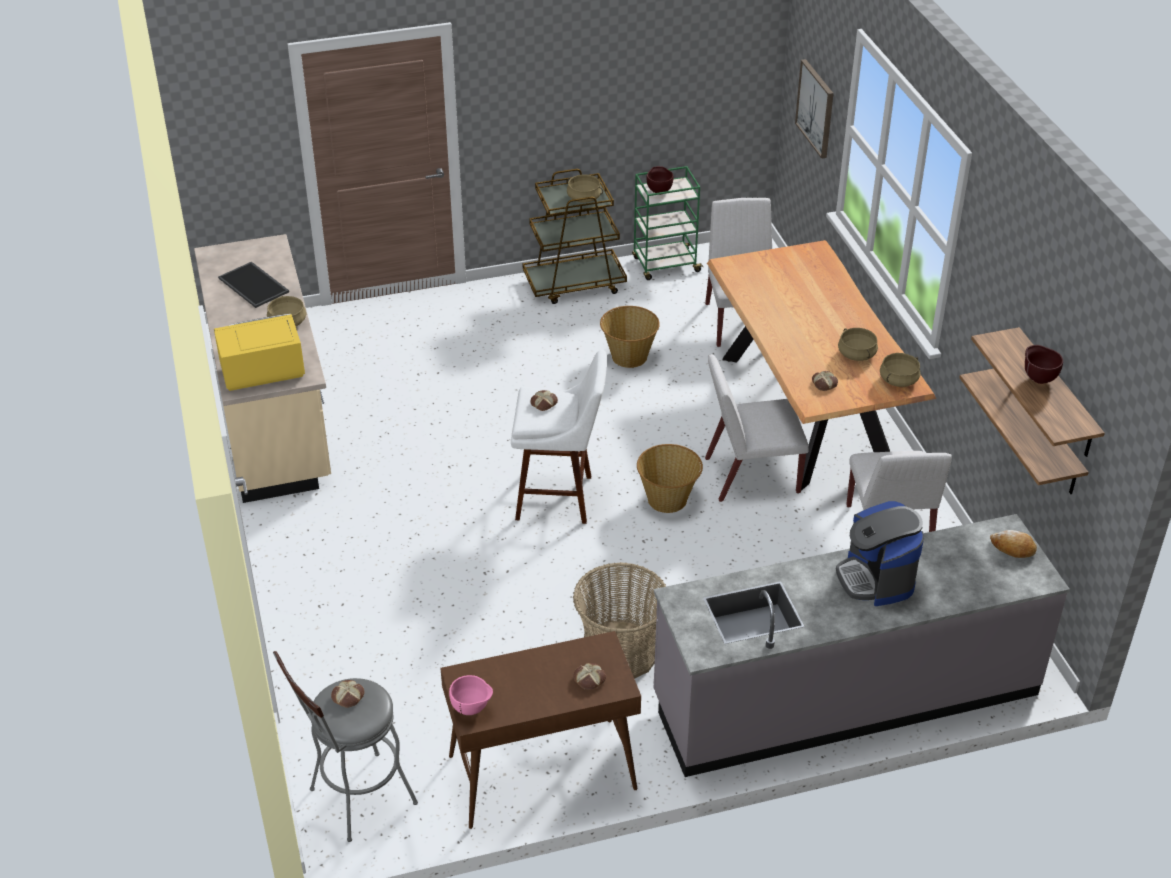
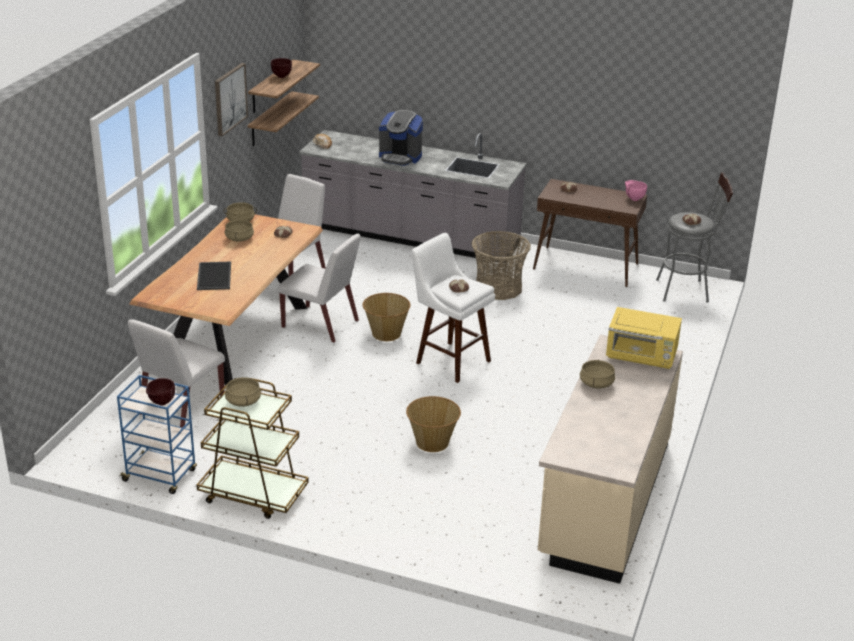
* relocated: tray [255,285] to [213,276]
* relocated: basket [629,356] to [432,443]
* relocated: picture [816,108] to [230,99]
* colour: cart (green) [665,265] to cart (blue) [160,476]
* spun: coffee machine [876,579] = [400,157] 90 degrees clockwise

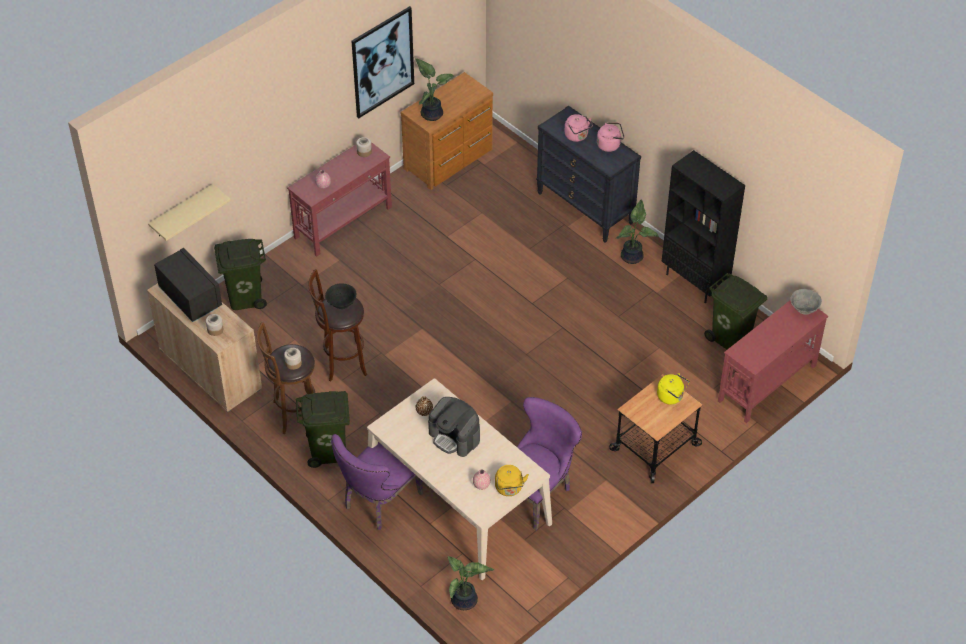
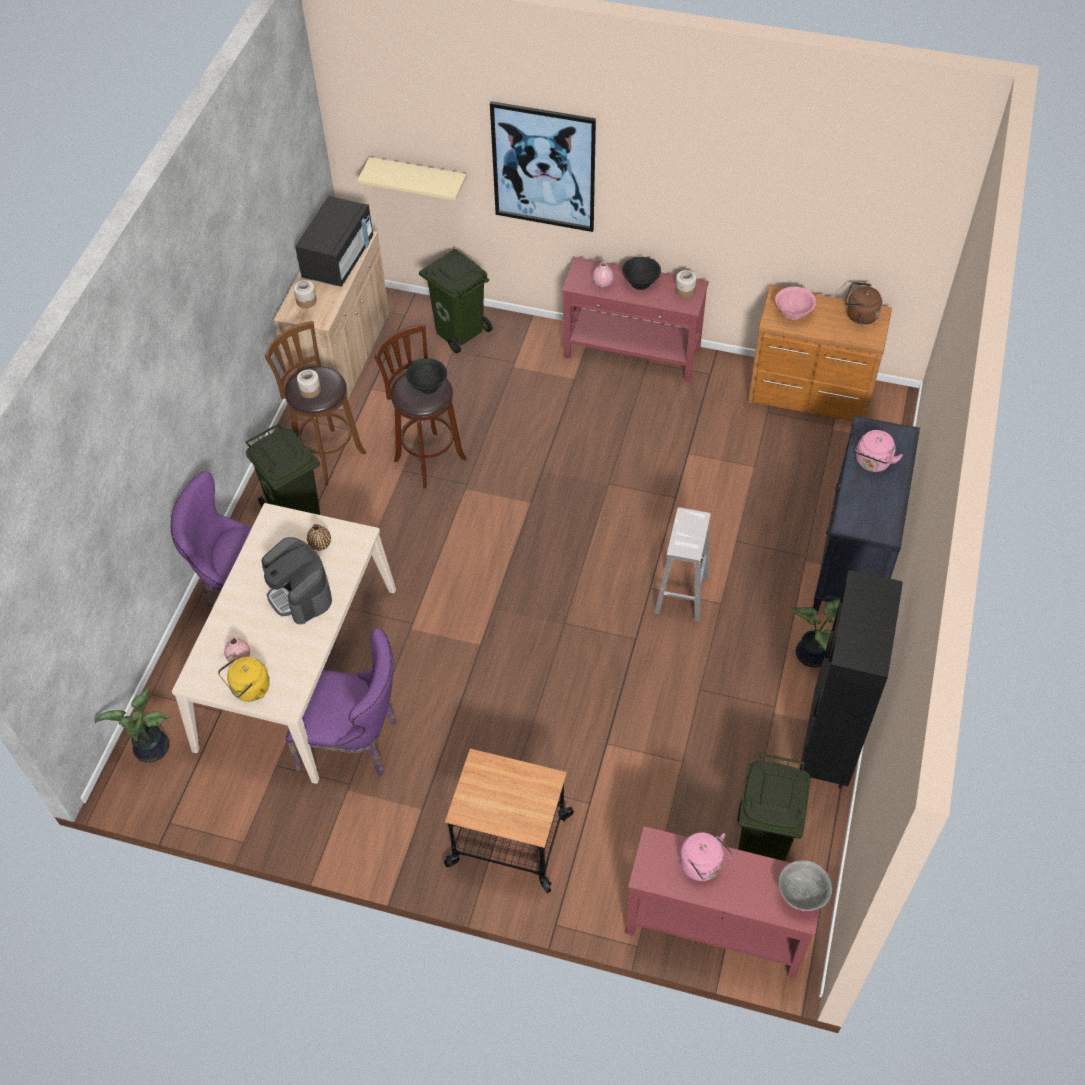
* missing: kettle (yellow) [671,397]
* appeared: bowl (black) [640,282]
* appeared: stool (white) [681,593]
* appeared: kettle (brown) [859,315]
* relocated: picture [382,62] to [544,167]
* relocated: kettle (pink) [610,145] to [703,865]
* exchanged: potted plant [432,113] to bowl (pink) [793,313]
* spun: coffee machine [455,436] = [299,593] 45 degrees counterclockwise

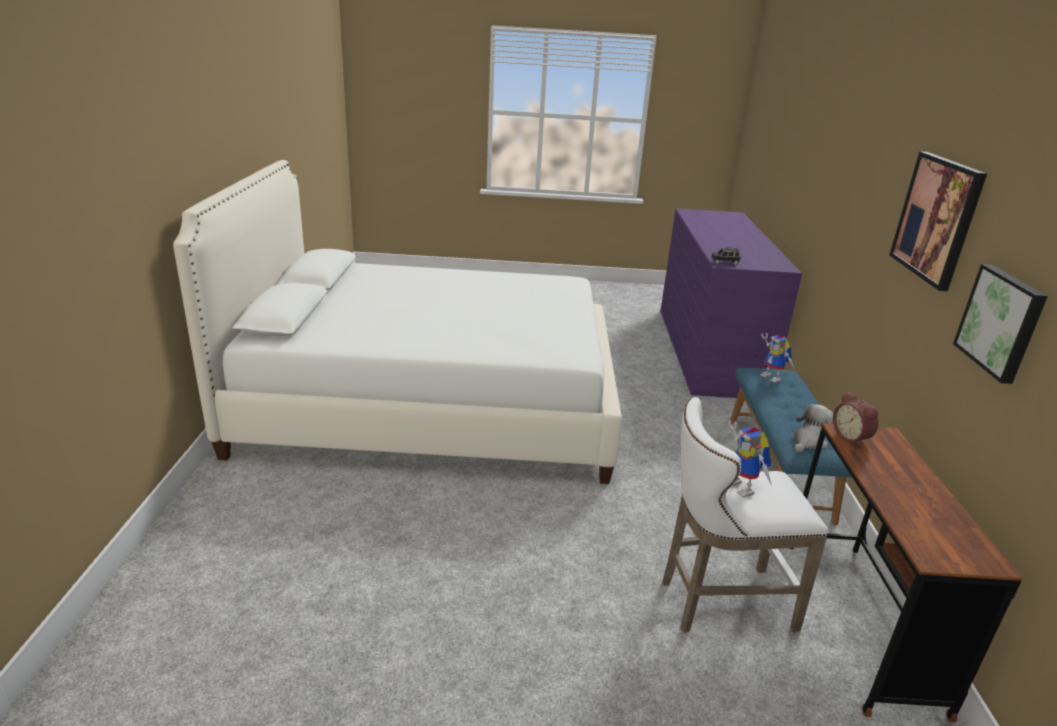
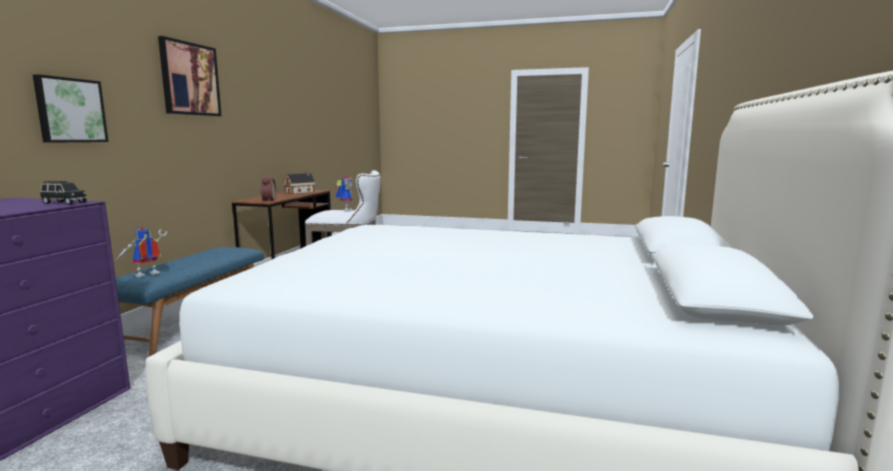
* missing: plush toy [808,441]
* appeared: toy house [301,192]
* relocated: picture [1002,322] to [70,110]
* spun: toy robot [774,378] = [146,275] 120 degrees counterclockwise

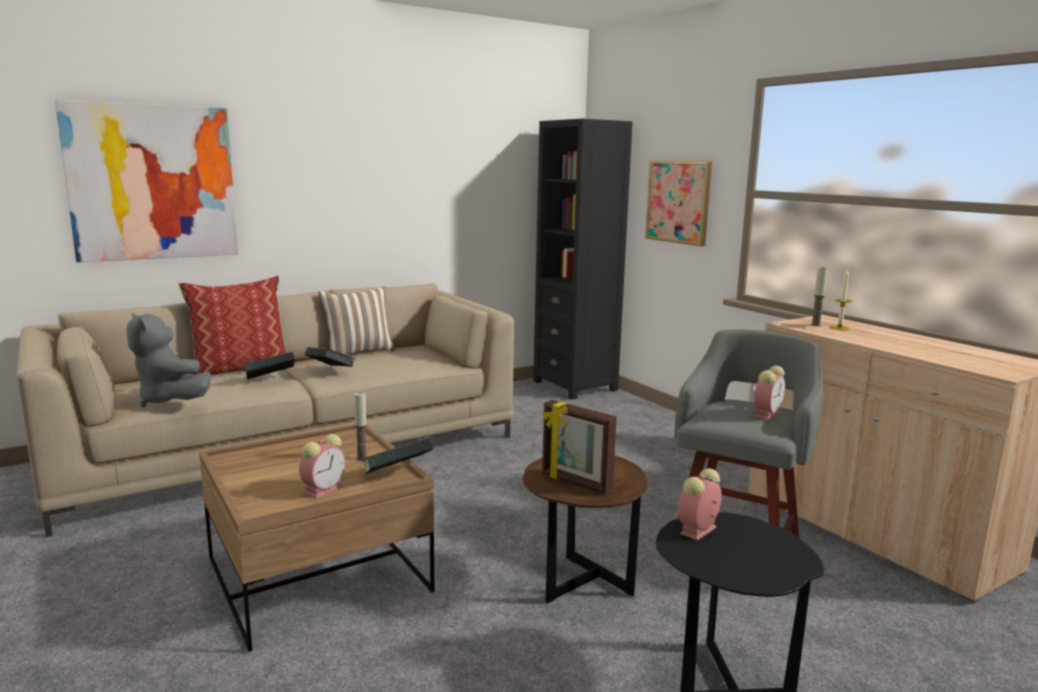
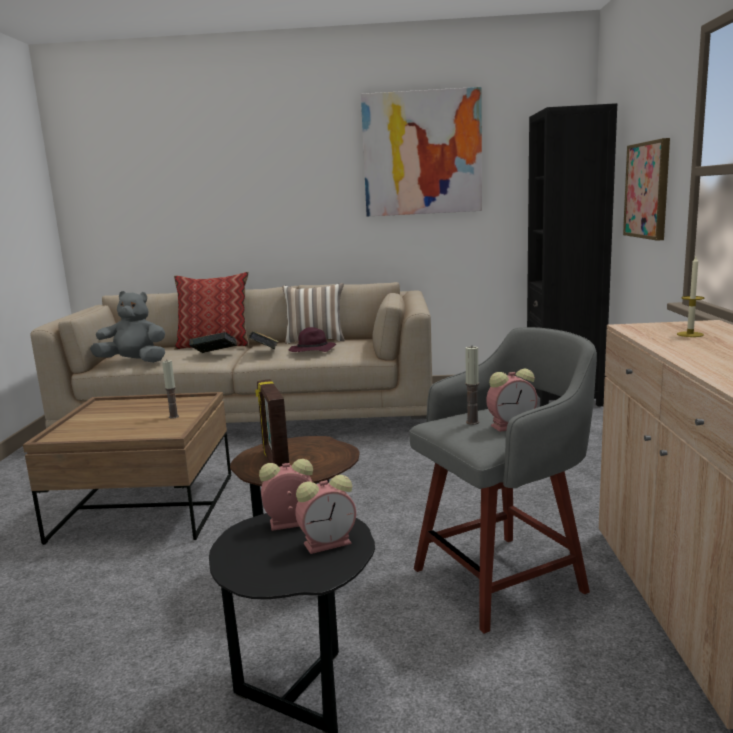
* missing: book [397,475]
* appeared: hat (purple) [312,351]
* relocated: picture [153,182] to [422,153]
* relocated: alarm clock [324,489] to [329,543]
* relocated: candle [815,325] to [472,422]
* spun: plush toy (grey) [170,400] = [134,362] 105 degrees clockwise

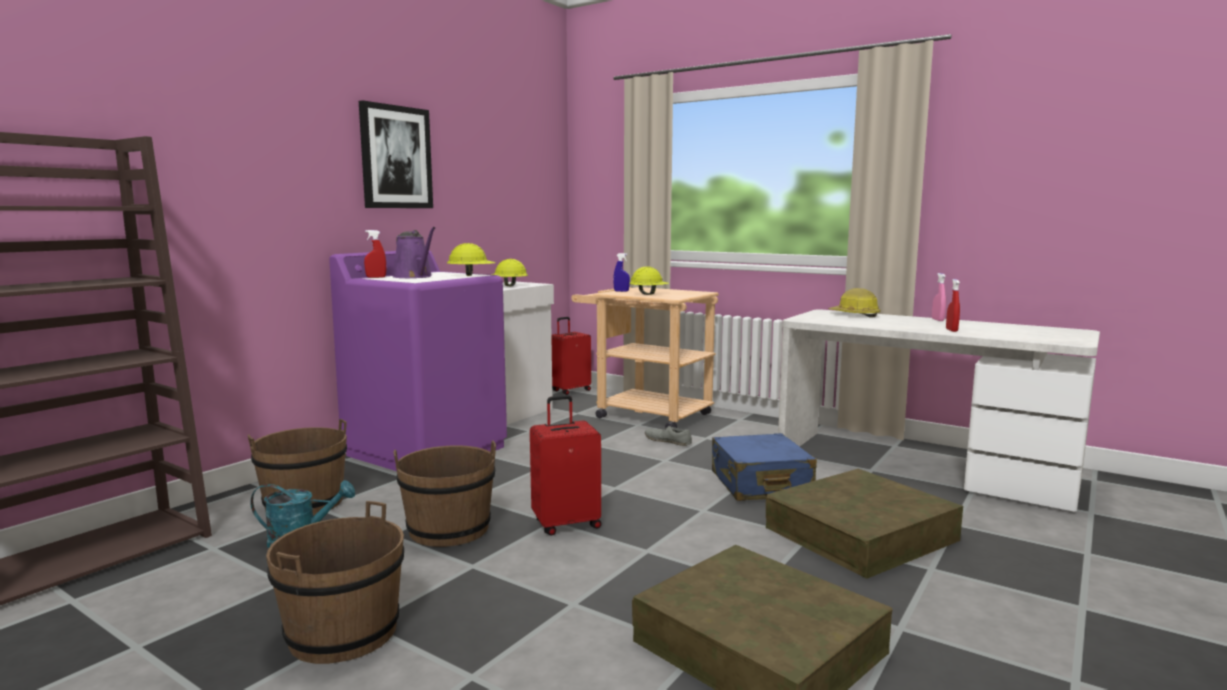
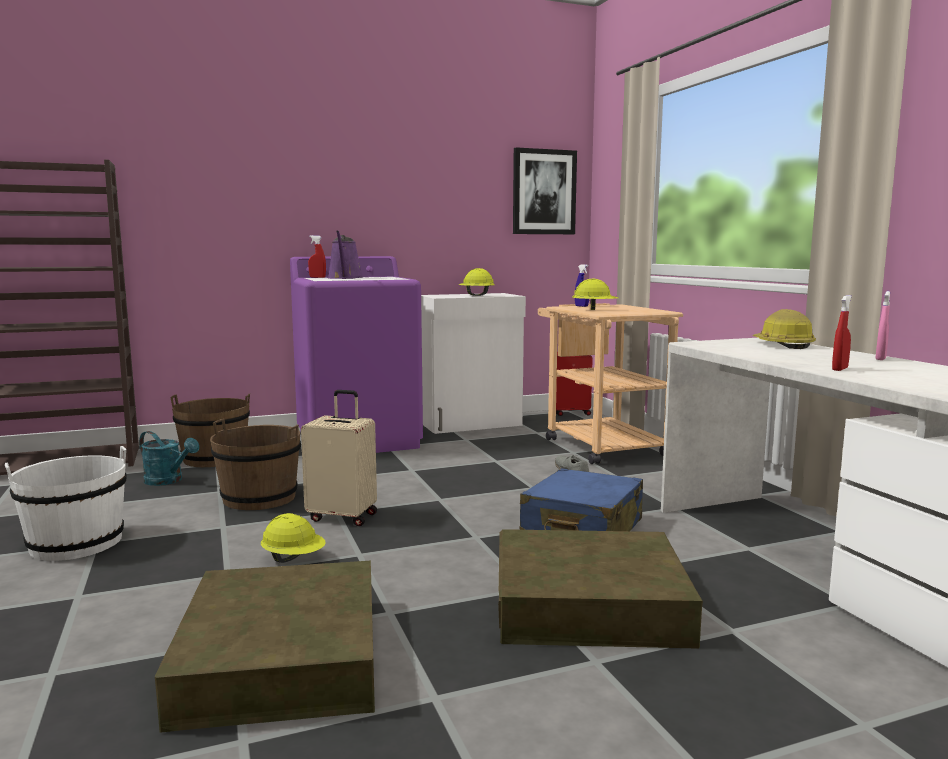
* relocated: picture [396,157] to [544,192]
* relocated: hard hat (yellow) [472,275] to [294,559]
* colour: bucket (brown) [342,632] to bucket (white) [76,543]
* colour: suitcase (red) [566,524] to suitcase (beige) [343,516]

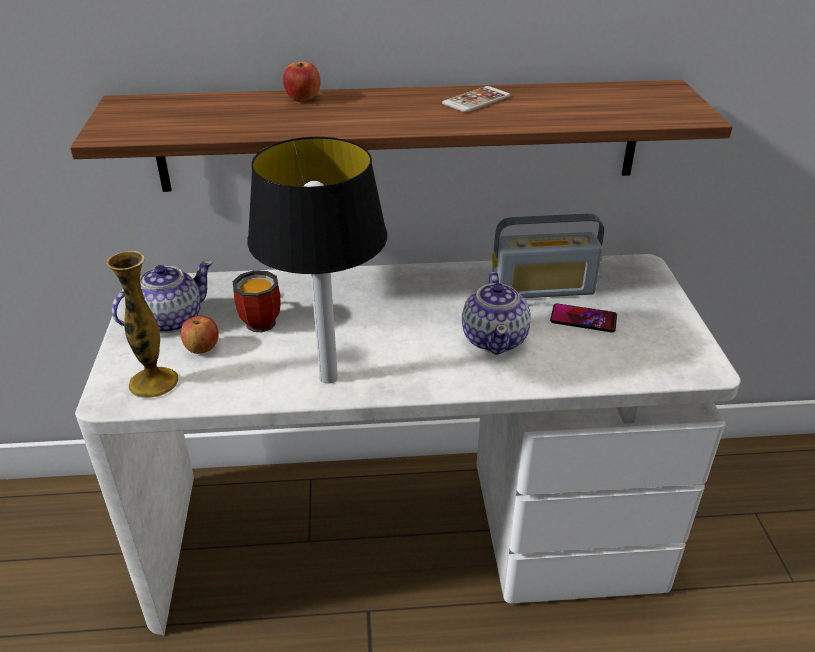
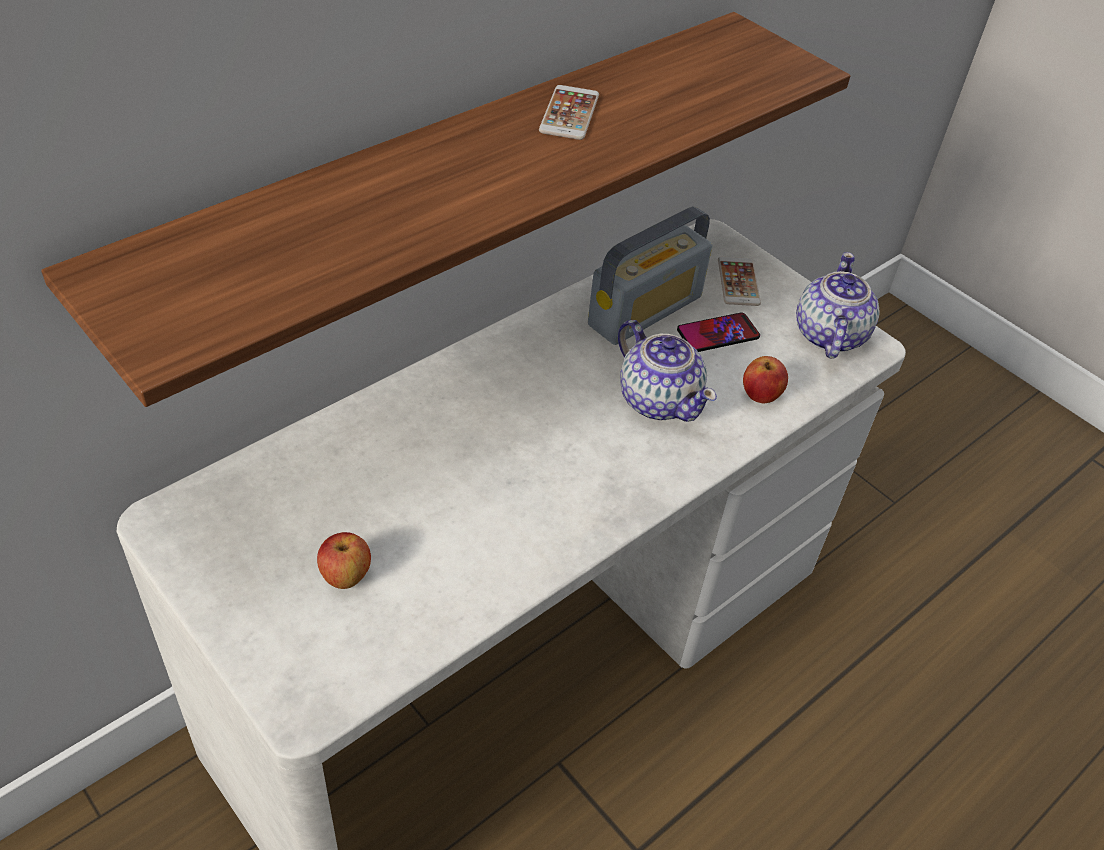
* missing: vase [154,382]
* missing: mug [260,319]
* missing: table lamp [329,378]
* appeared: phone [738,282]
* relocated: teapot [170,320] to [828,335]
* relocated: apple [303,99] to [761,395]

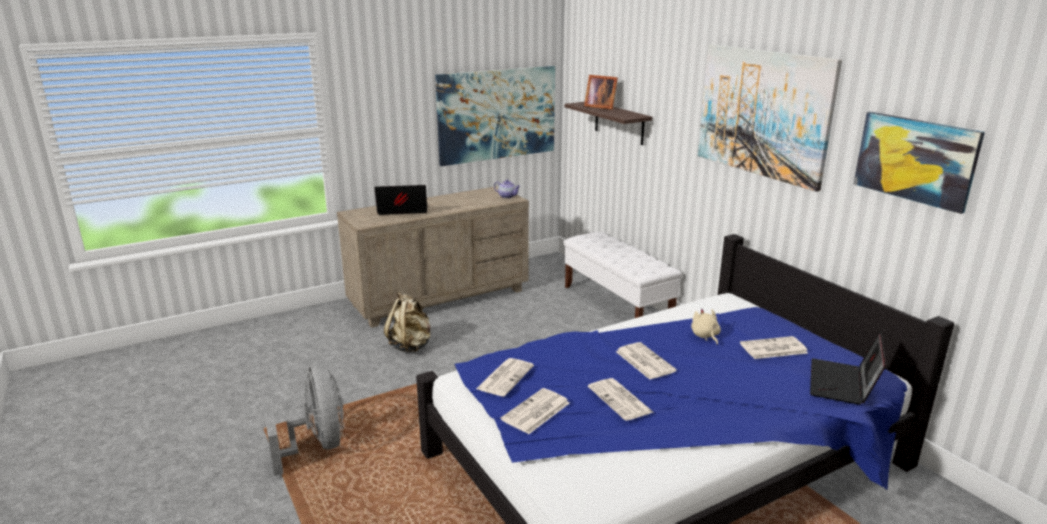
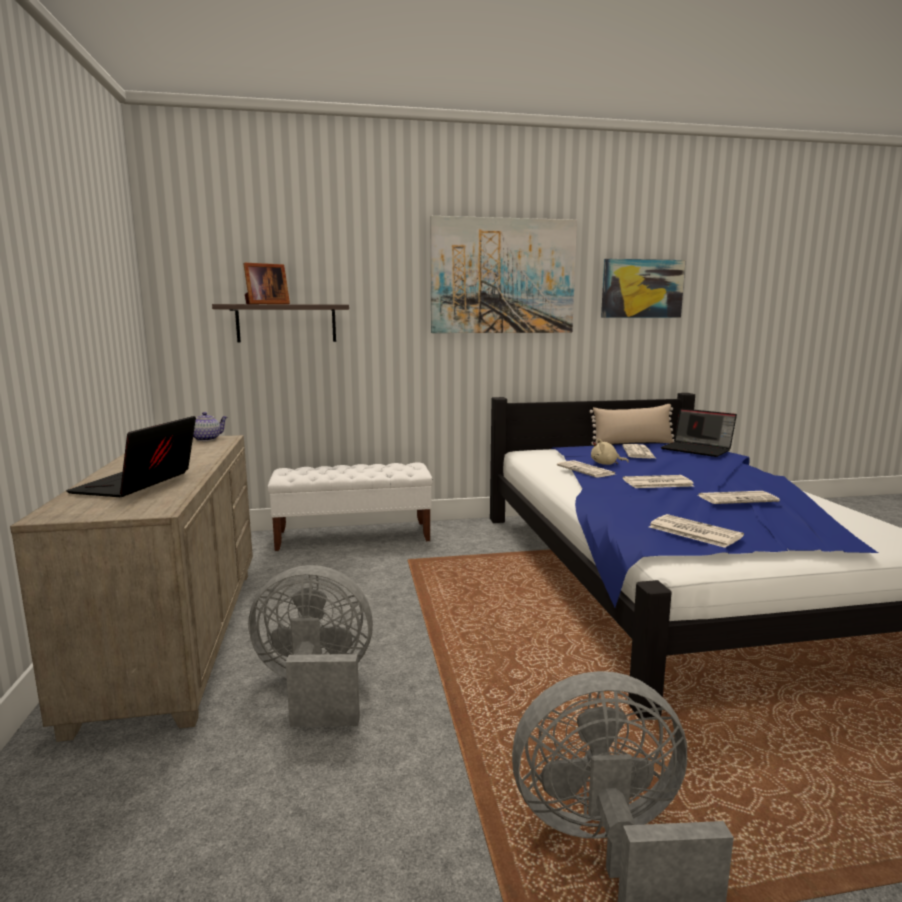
* missing: picture [497,114]
* appeared: pillow (beige) [632,443]
* relocated: newspaper [535,412] to [586,470]
* exchanged: backpack (beige) [411,346] to fan (grey) [315,689]

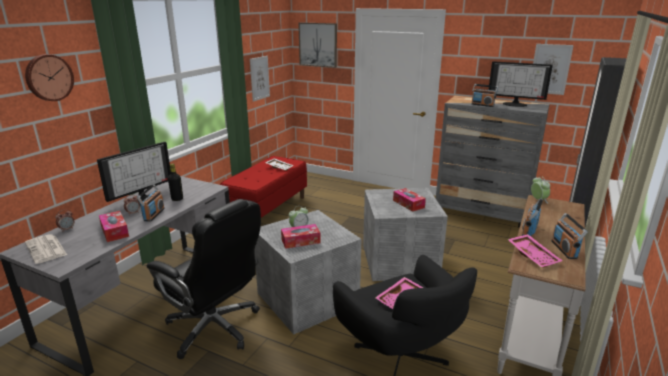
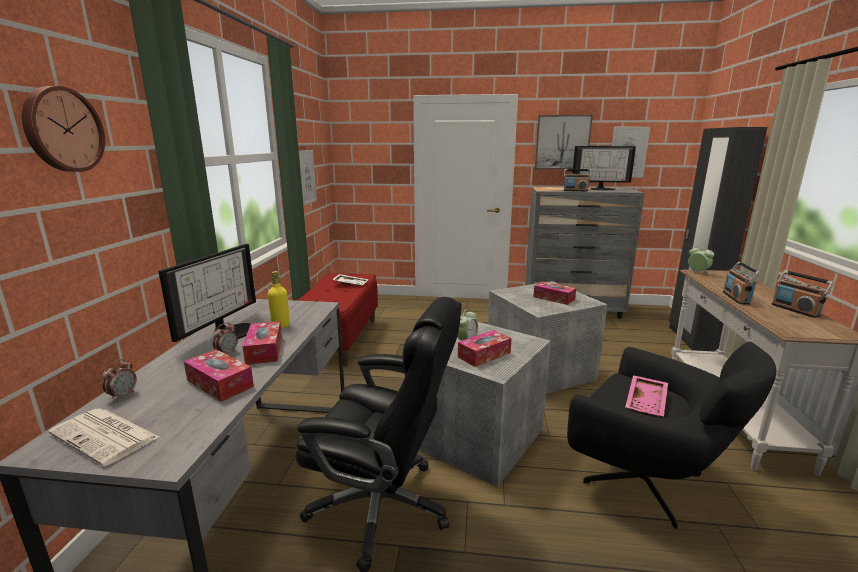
* missing: tray (pink) [533,255]
* relocated: picture [318,44] to [562,142]
* exchanged: radio [153,214] to tissue box [264,350]
* colour: bottle (black) [177,199] to bottle (yellow) [281,325]

